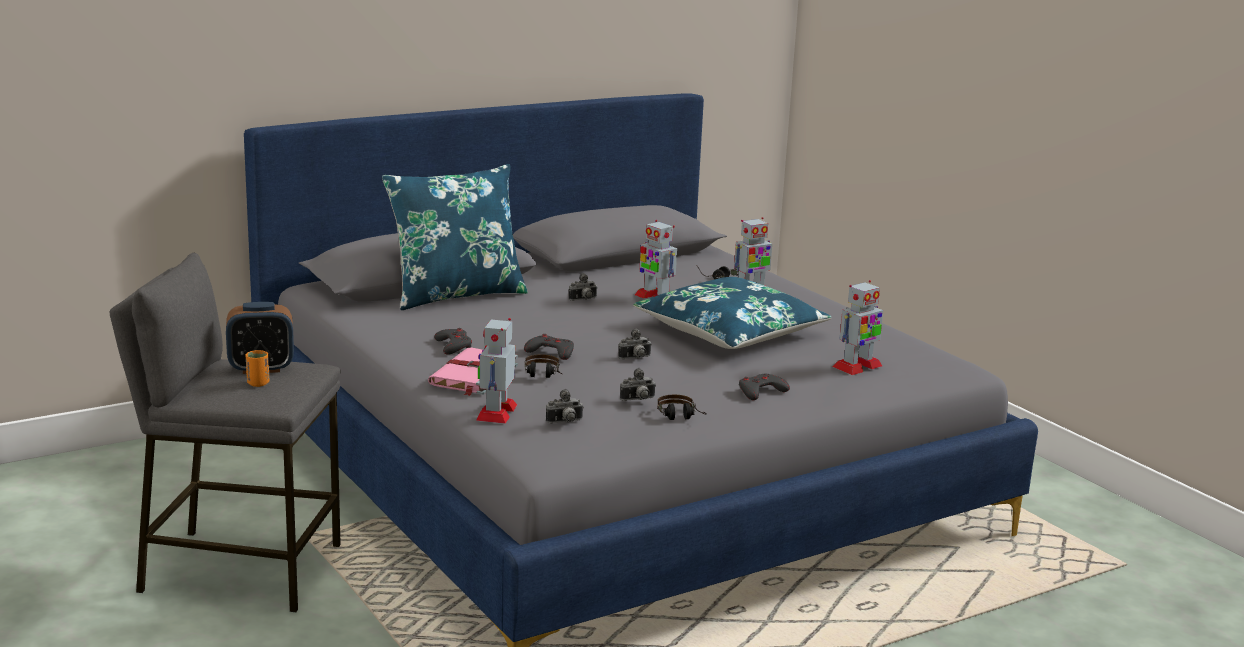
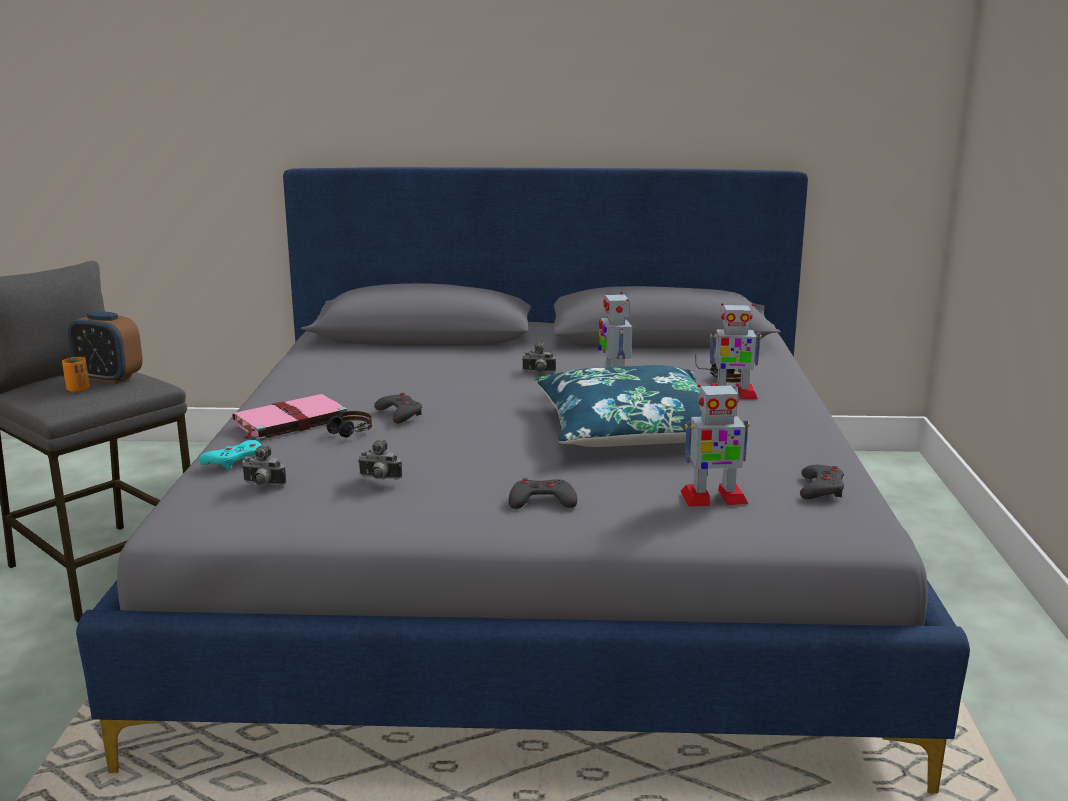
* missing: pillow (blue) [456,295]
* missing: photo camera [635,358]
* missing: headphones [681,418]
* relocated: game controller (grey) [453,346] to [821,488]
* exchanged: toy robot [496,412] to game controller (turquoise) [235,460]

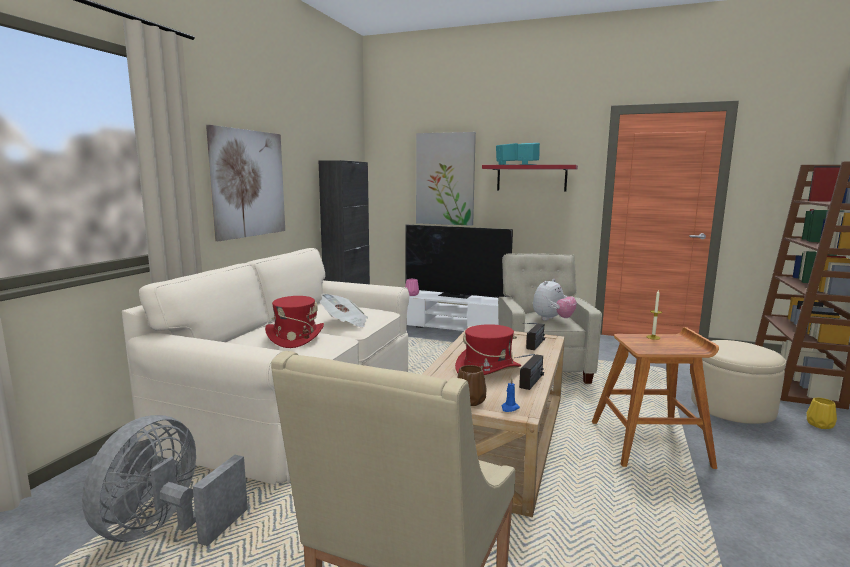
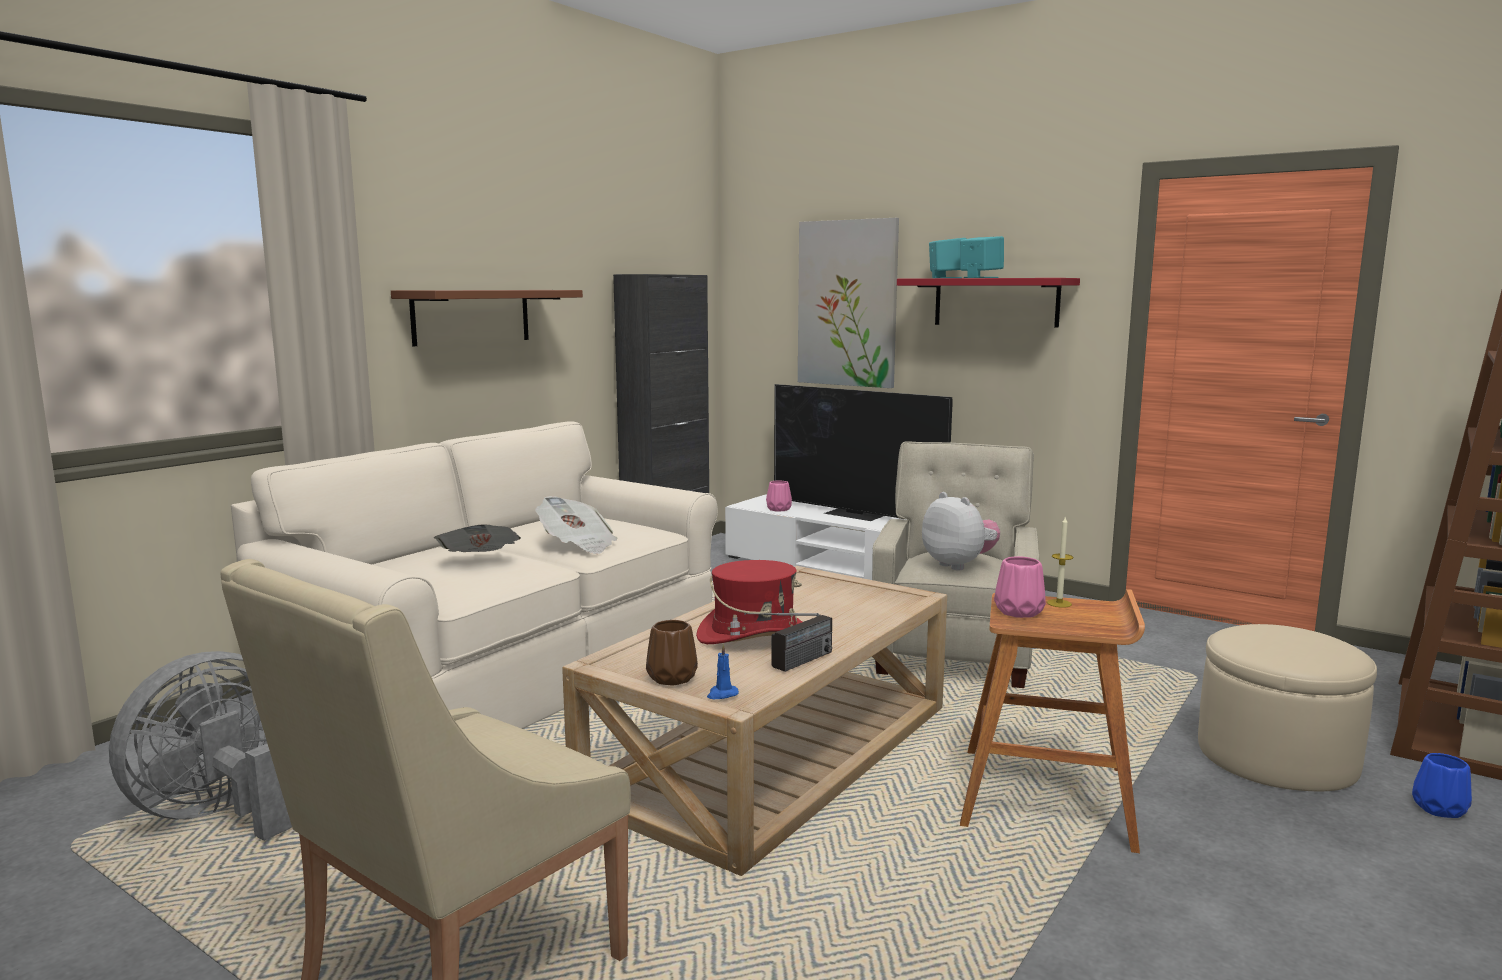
* missing: radio [533,347]
* appeared: vase (pink) [1017,611]
* exchanged: picture [248,183] to shelf (brown) [471,316]
* exchanged: hat (red) [295,337] to newspaper [480,562]
* colour: vase (yellow) [820,425] to vase (blue) [1440,809]
* spun: plush toy [552,320] = [959,565] 90 degrees counterclockwise

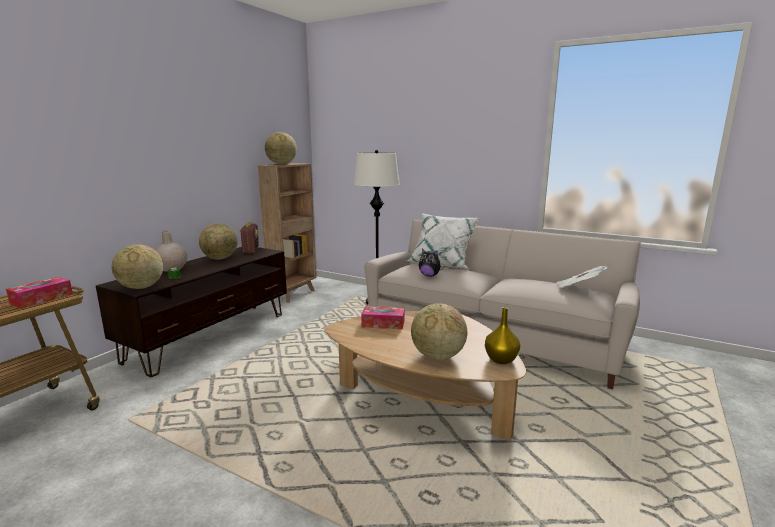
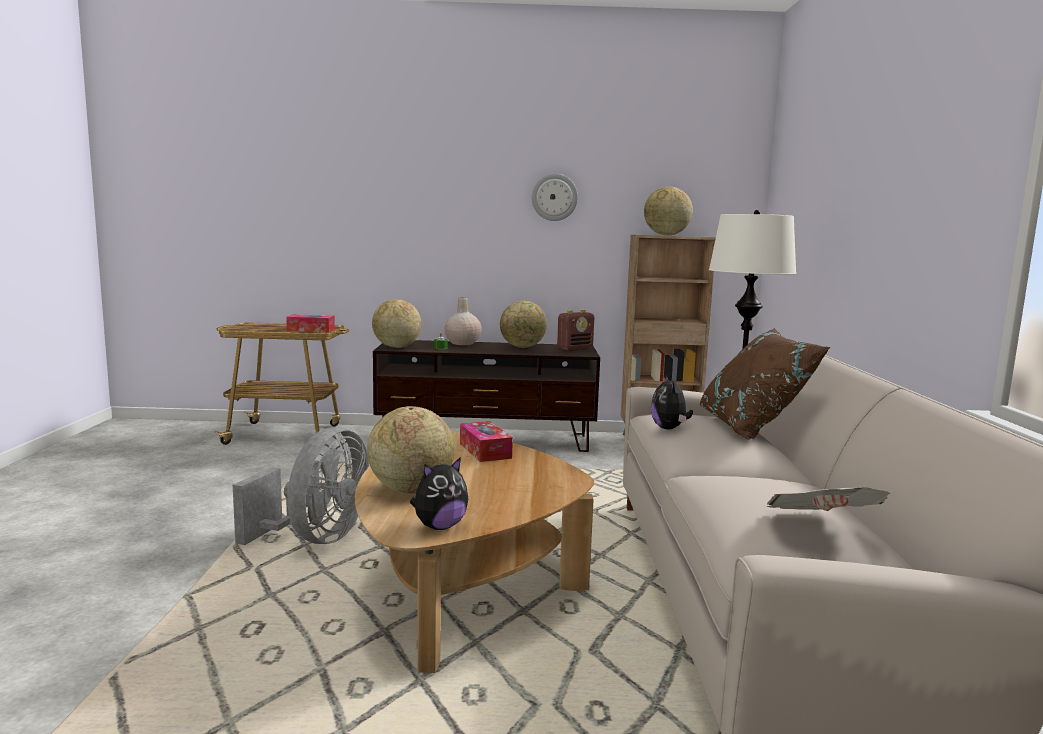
* appeared: fan (grey) [316,538]
* appeared: wall clock [554,197]
* exchanged: vase (yellow) [500,359] to plush toy [439,526]
* colour: pillow (white) [442,264] to pillow (brown) [753,428]

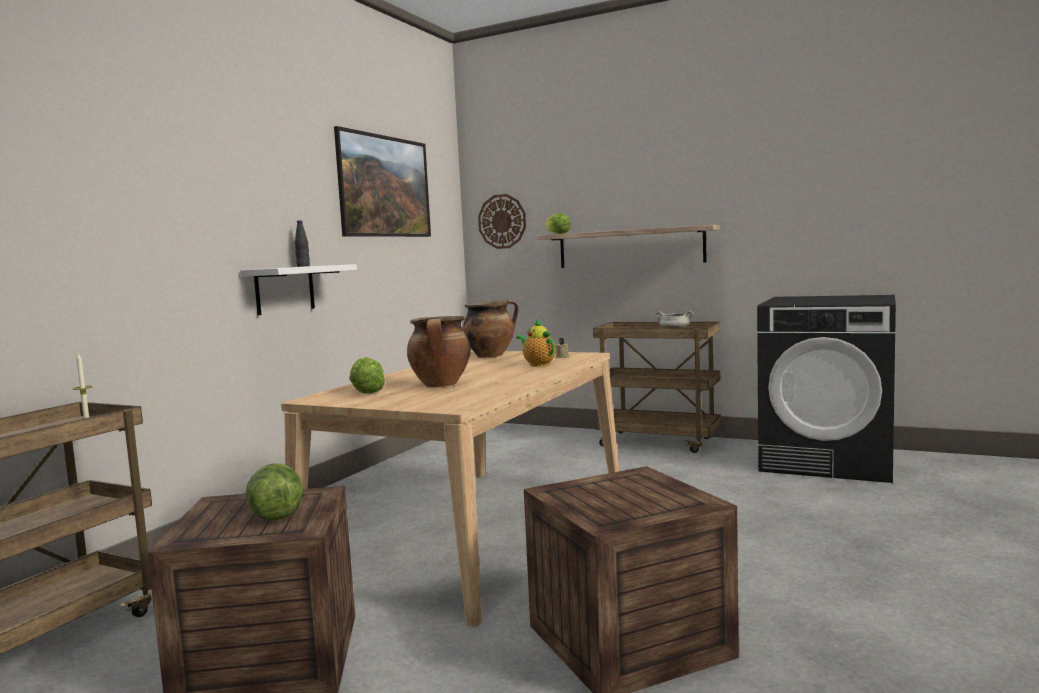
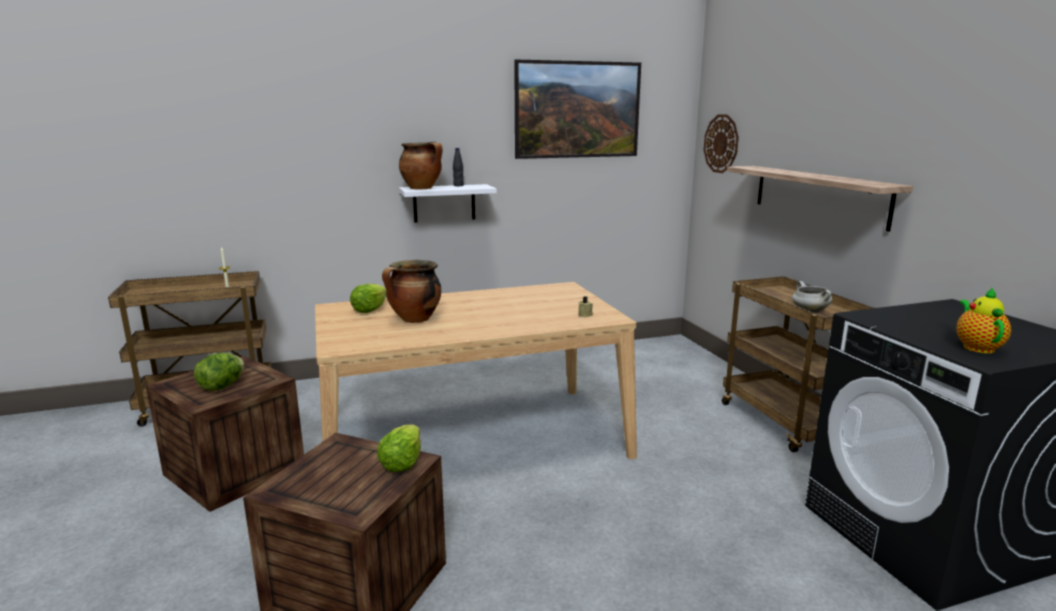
* relocated: cooking pot [491,355] to [422,188]
* relocated: teapot [538,364] to [976,347]
* relocated: lettuce [557,234] to [402,463]

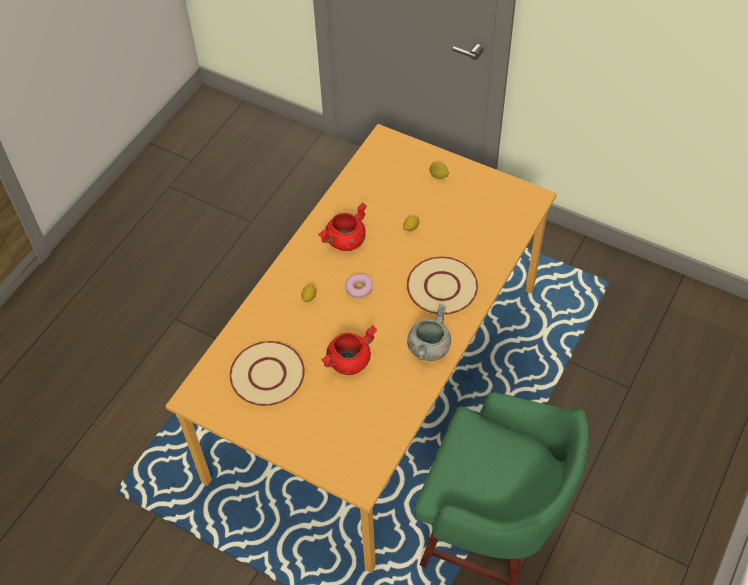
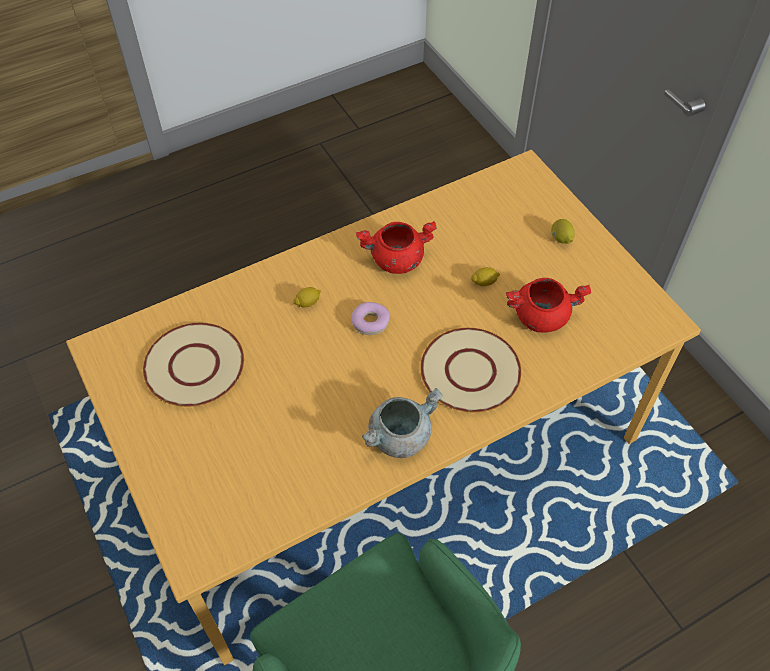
* relocated: cooking pot (red) [349,361] to [541,316]

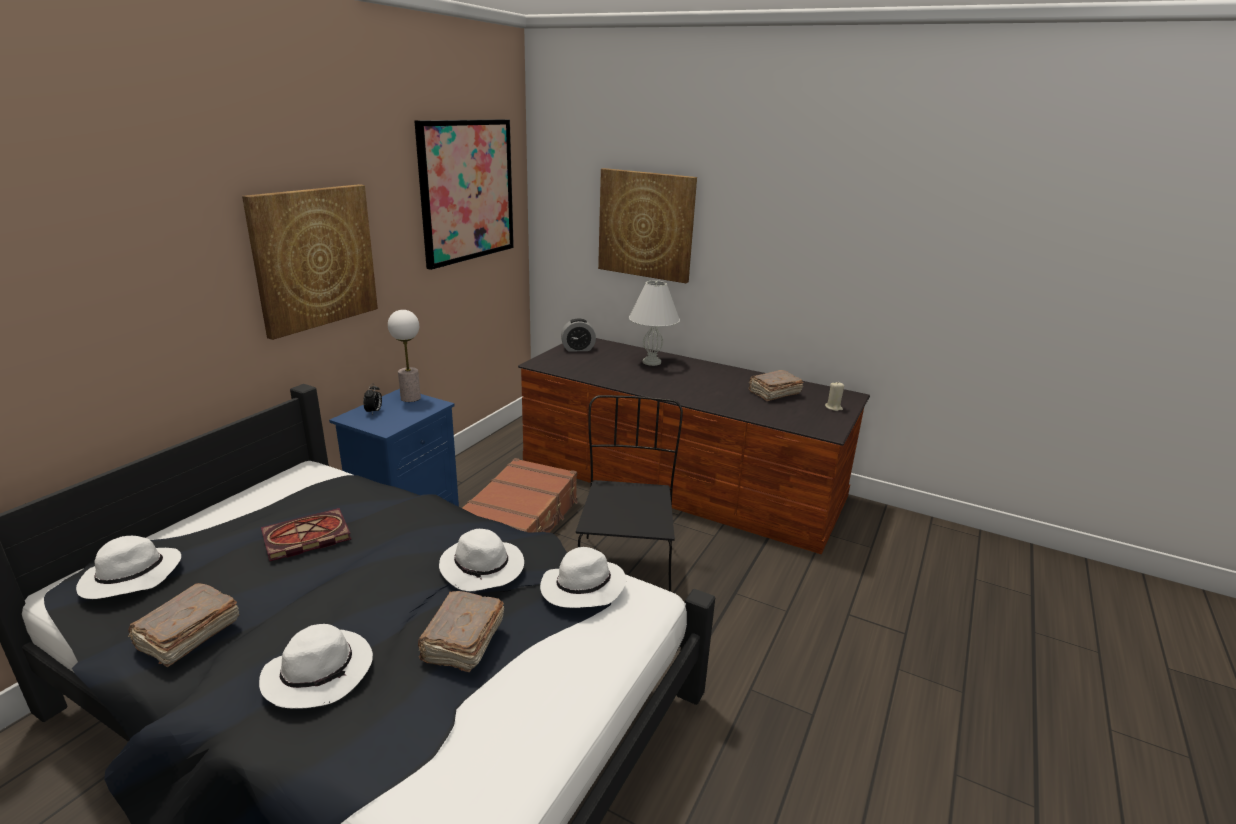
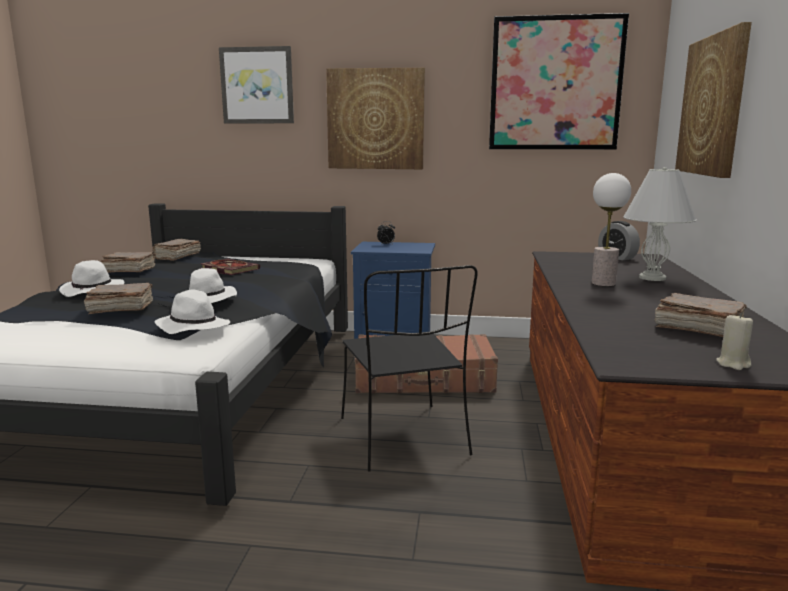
* appeared: picture [257,85]
* relocated: table lamp [410,398] to [603,283]
* exchanged: hat (white) [130,578] to book (brown) [177,257]
* spun: chair (black) [625,570] = [404,438] 90 degrees clockwise

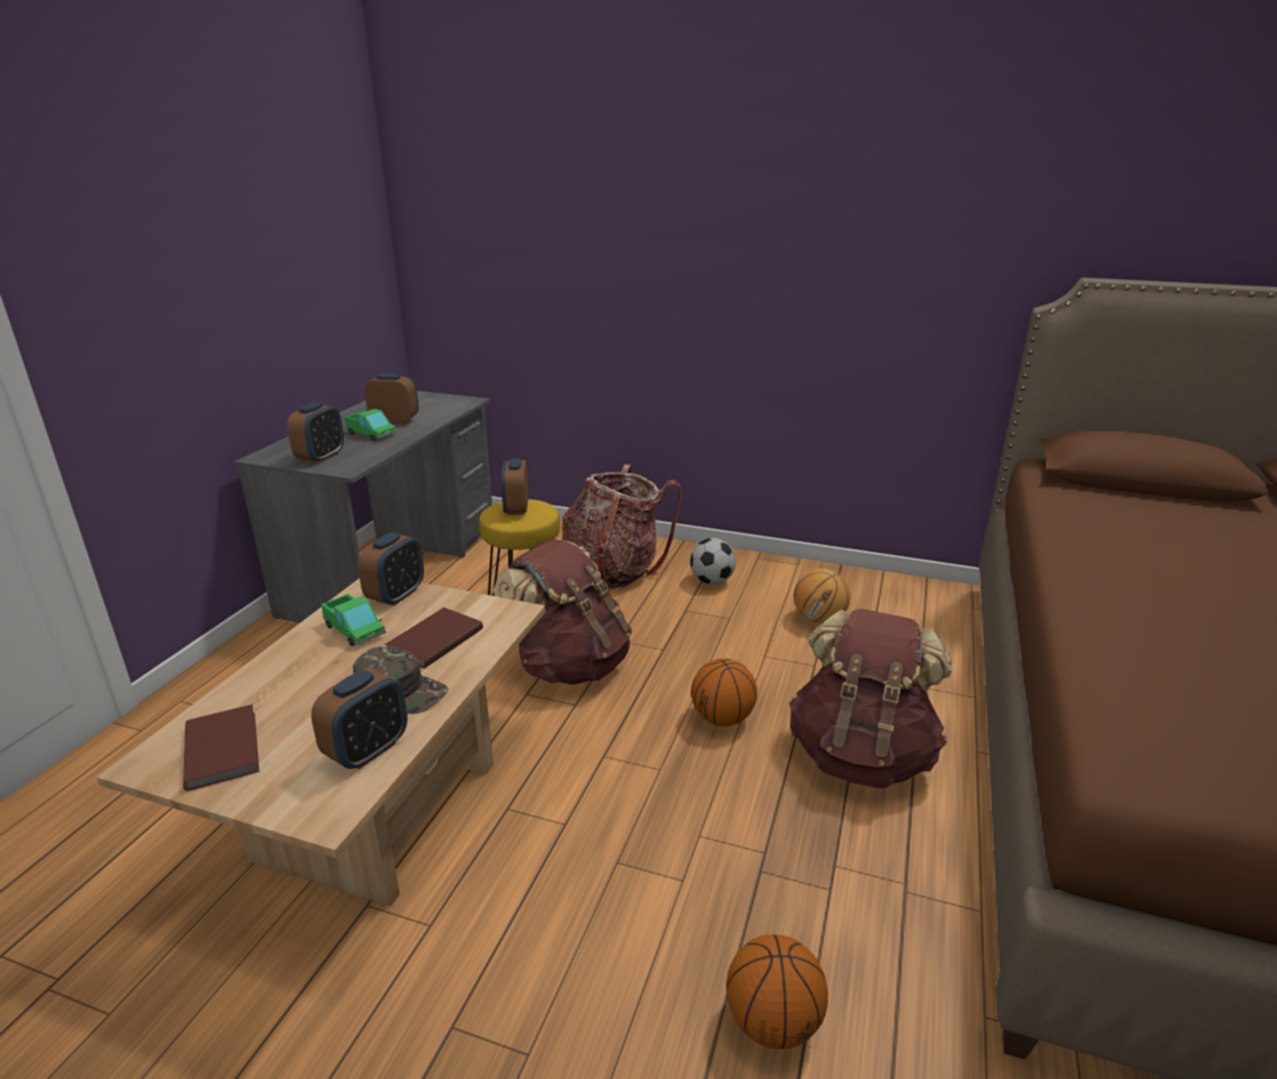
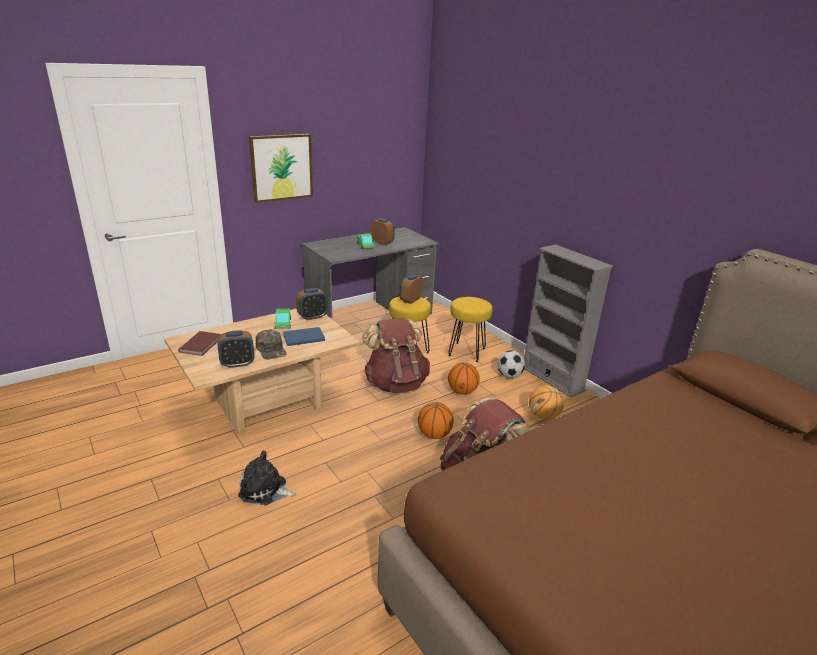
* missing: alarm clock [321,457]
* appeared: plush toy [265,490]
* appeared: picture [281,167]
* appeared: bookcase (grey) [552,378]
* relocated: basketball [773,1022] to [462,392]
* exchanged: backpack [615,569] to stool (yellow) [467,352]
* colour: book (brown) [433,640] to book (blue) [303,338]

